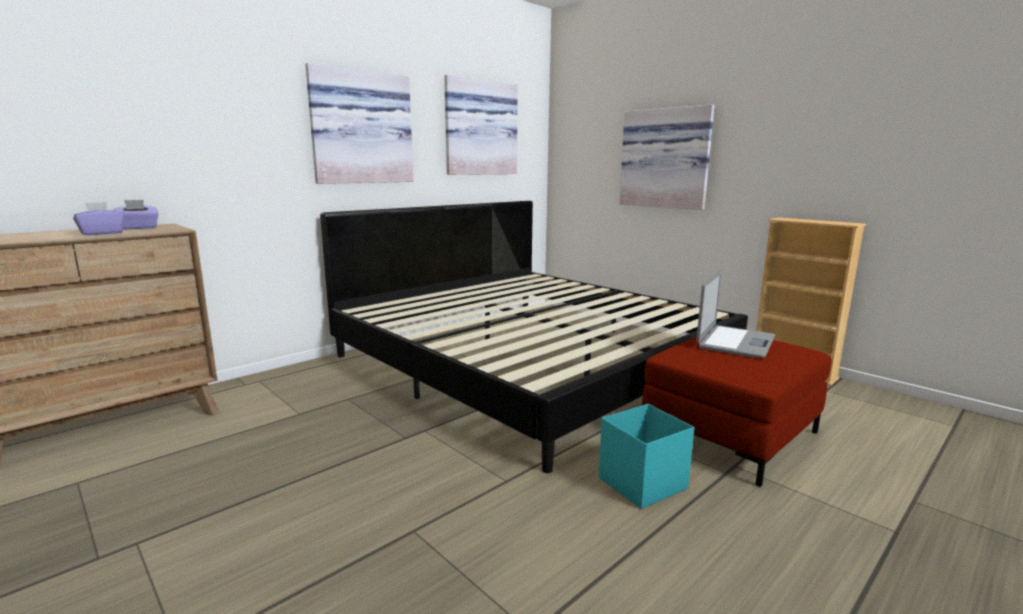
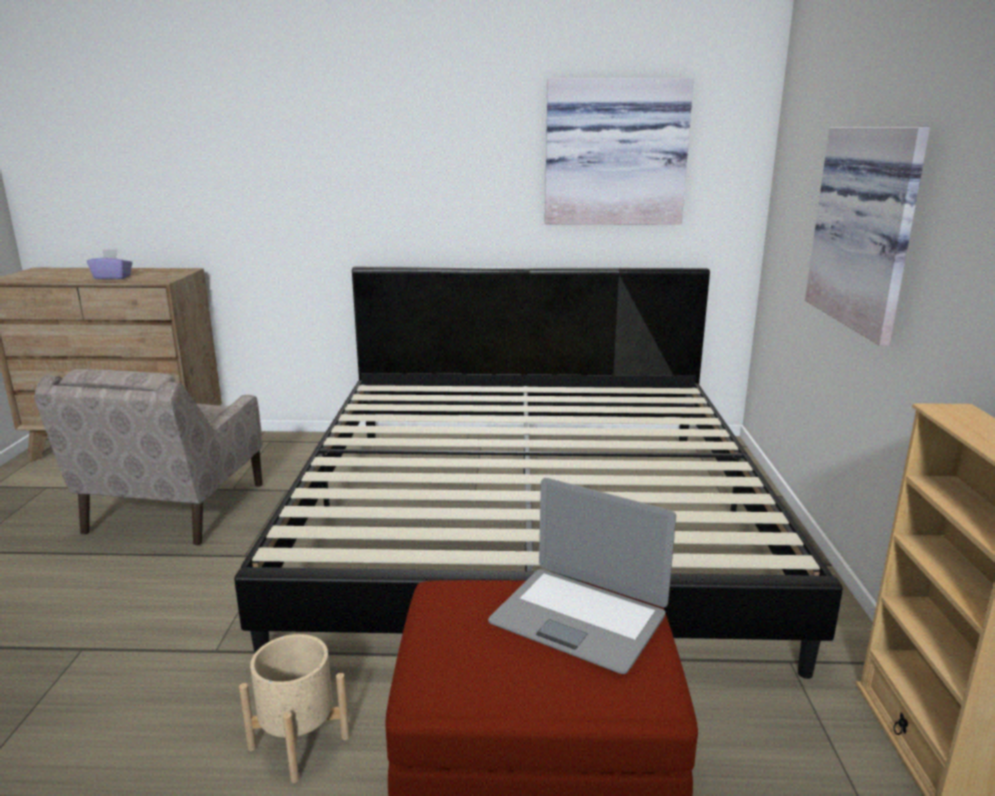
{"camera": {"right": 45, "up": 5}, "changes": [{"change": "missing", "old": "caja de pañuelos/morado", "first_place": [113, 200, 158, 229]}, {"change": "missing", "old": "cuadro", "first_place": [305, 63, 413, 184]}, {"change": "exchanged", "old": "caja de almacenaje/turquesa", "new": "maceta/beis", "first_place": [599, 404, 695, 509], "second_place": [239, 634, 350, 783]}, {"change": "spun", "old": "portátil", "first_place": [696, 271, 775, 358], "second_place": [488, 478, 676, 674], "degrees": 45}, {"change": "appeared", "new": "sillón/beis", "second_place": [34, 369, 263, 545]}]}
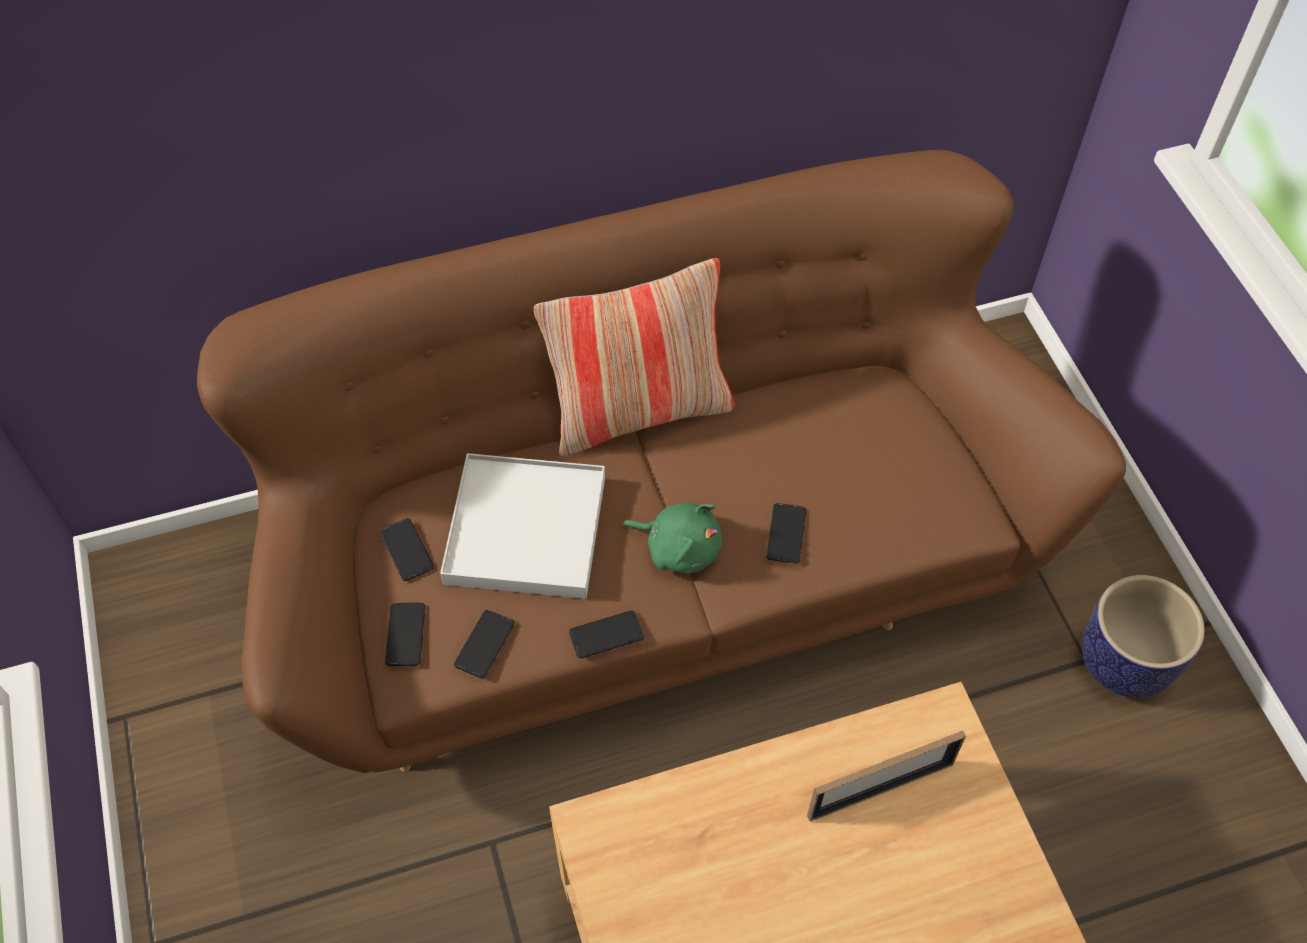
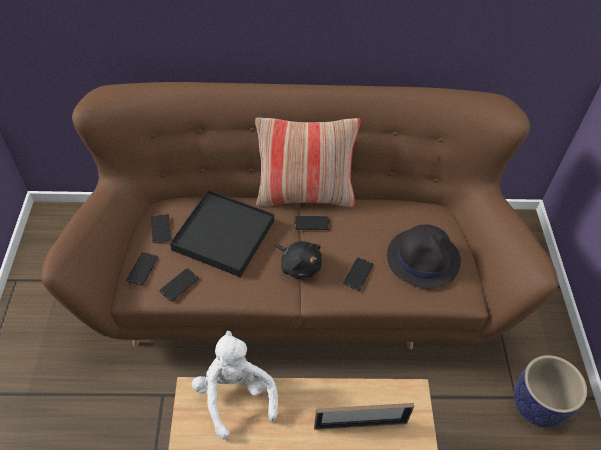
{"camera": {"right": 15, "up": -5}, "changes": [{"change": "colour", "old": "bandeja/blanco", "new": "bandeja/negro", "first_place": [440, 453, 605, 599], "second_place": [170, 190, 274, 277]}, {"change": "relocated", "old": "móvil", "first_place": [569, 611, 644, 658], "second_place": [294, 216, 330, 230]}, {"change": "colour", "old": "peluche/verde", "new": "peluche/negro", "first_place": [623, 502, 722, 573], "second_place": [274, 241, 322, 280]}, {"change": "appeared", "new": "peluche/blanco", "second_place": [192, 331, 278, 440]}, {"change": "appeared", "new": "sombrero/negro", "second_place": [387, 224, 461, 288]}]}
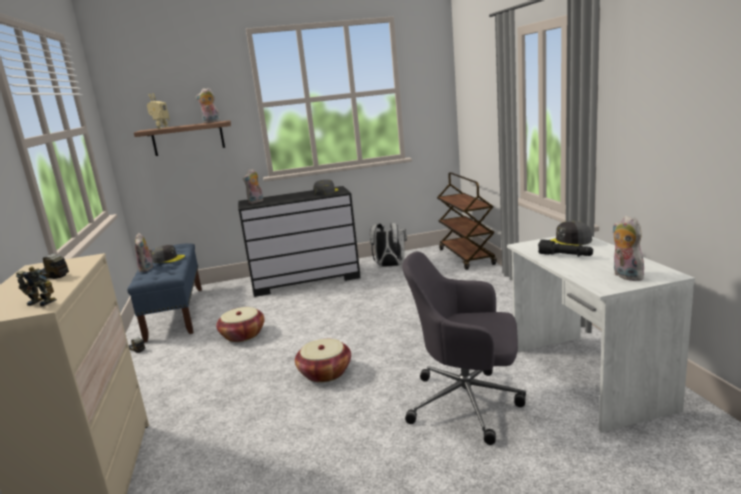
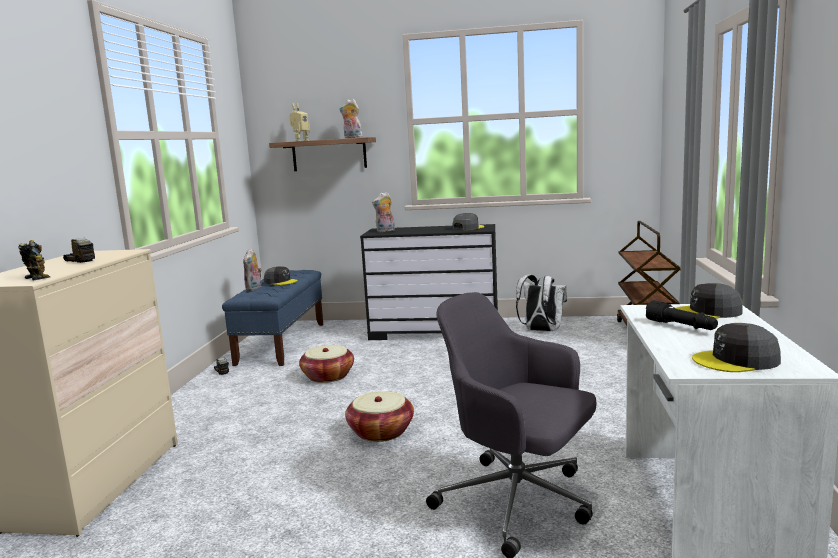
{"camera": {"right": 20, "up": -5}, "changes": [{"change": "exchanged", "old": "peluche", "new": "gorra/gris", "first_place": [613, 216, 644, 281], "second_place": [692, 323, 781, 372]}]}
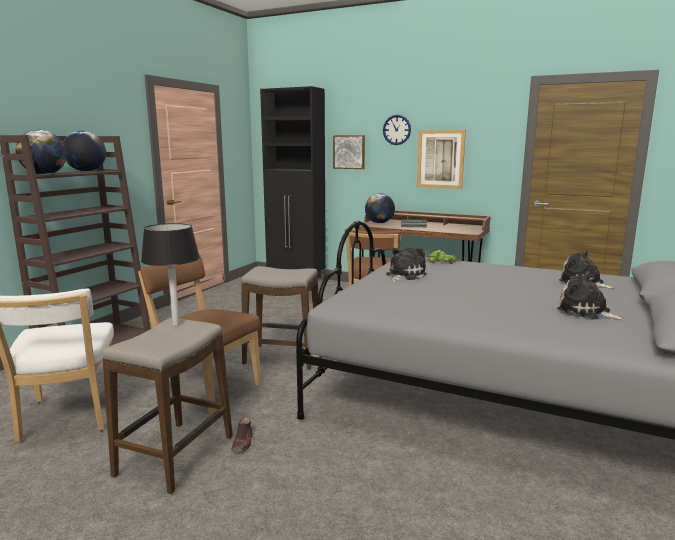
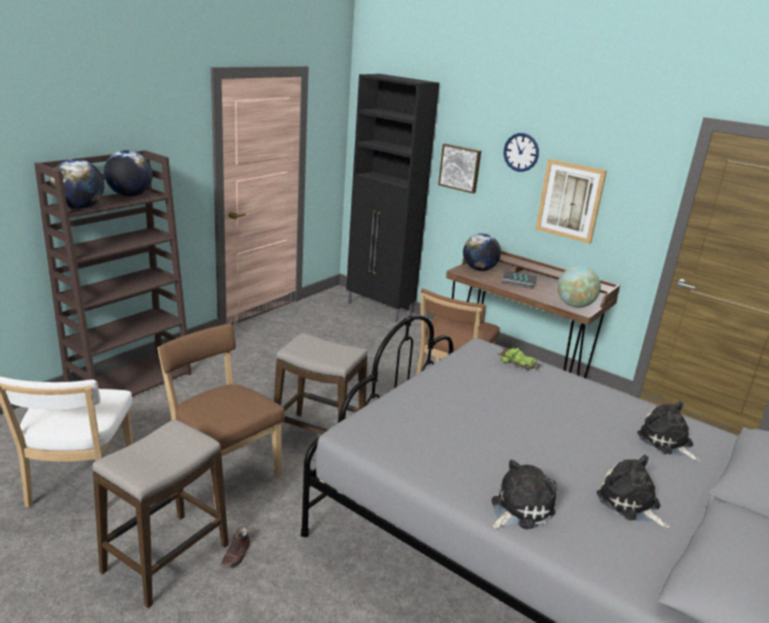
{"camera": {"right": 10, "up": 10}, "changes": [{"change": "missing", "old": "lámpara de mesa/negro", "first_place": [141, 223, 200, 326]}, {"change": "relocated", "old": "peluche", "first_place": [386, 247, 427, 282], "second_place": [491, 460, 556, 529]}, {"change": "appeared", "new": "globo terráqueo", "second_place": [557, 266, 601, 308]}]}
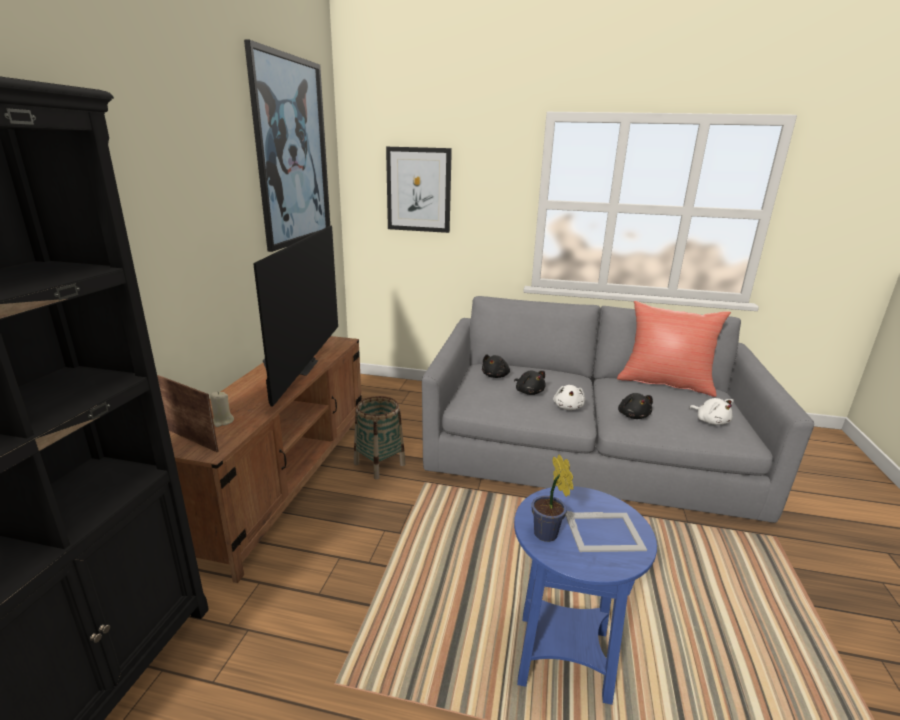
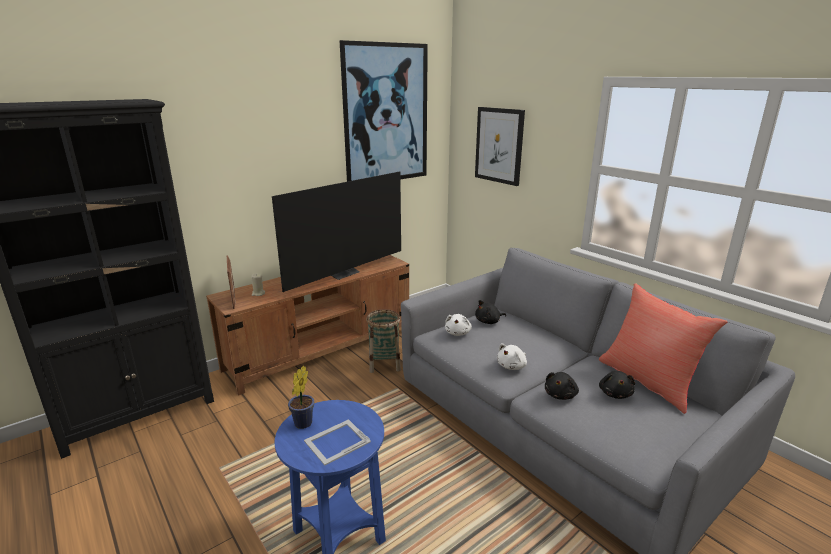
{"camera": {"right": 40, "up": 0}, "changes": [{"change": "relocated", "old": "peluche/negro", "first_place": [514, 371, 546, 395], "second_place": [599, 371, 635, 399]}, {"change": "spun", "old": "portarretratos", "first_place": [565, 511, 647, 552], "second_place": [304, 419, 371, 466], "degrees": 105}, {"change": "relocated", "old": "peluche/blanco", "first_place": [689, 398, 733, 425], "second_place": [445, 314, 472, 336]}]}
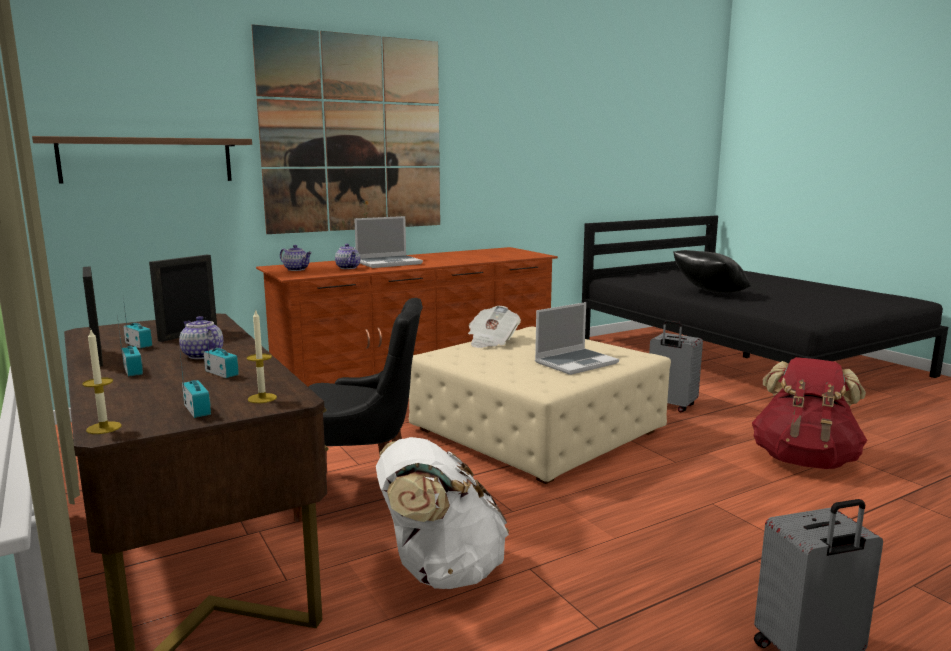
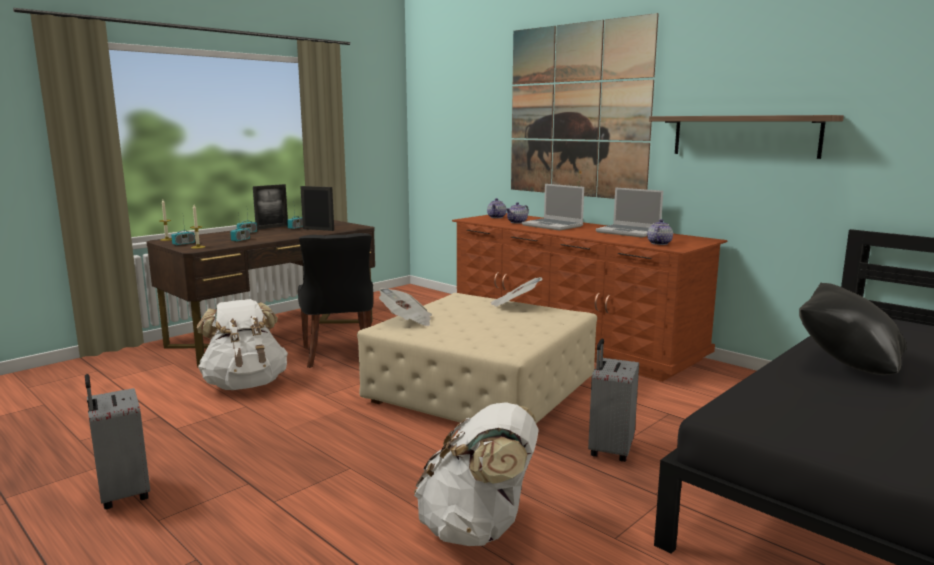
{"camera": {"right": 75, "up": 0}, "changes": [{"change": "relocated", "old": "estante", "first_place": [32, 136, 252, 184], "second_place": [649, 115, 844, 159]}, {"change": "relocated", "old": "tetera", "first_place": [179, 316, 223, 359], "second_place": [647, 219, 673, 245]}, {"change": "relocated", "old": "portátil", "first_place": [535, 302, 619, 375], "second_place": [596, 187, 663, 238]}, {"change": "colour", "old": "mochila/rojo", "new": "mochila/blanco", "first_place": [752, 357, 867, 469], "second_place": [414, 403, 539, 546]}, {"change": "appeared", "new": "periódico", "second_place": [379, 288, 432, 326]}]}
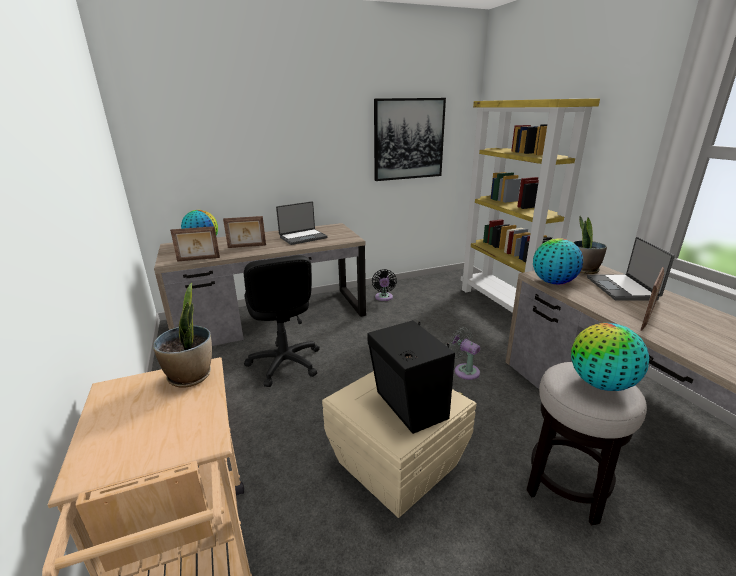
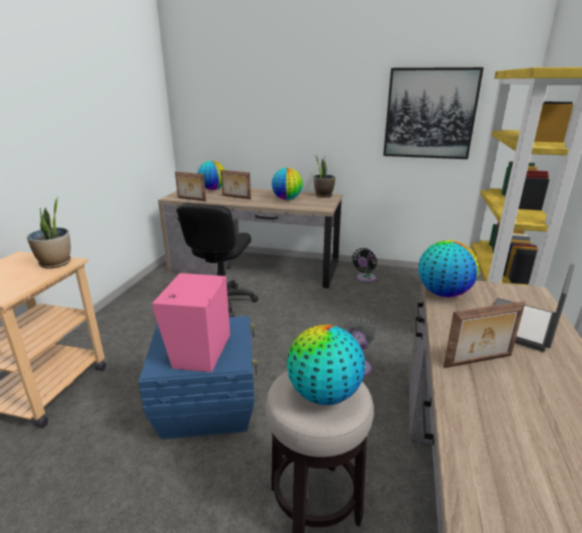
{"camera": {"right": 35, "up": 0}, "changes": [{"change": "exchanged", "old": "portátil", "new": "globo terráqueo", "first_place": [276, 201, 327, 245], "second_place": [272, 168, 303, 200]}, {"change": "colour", "old": "caja de almacenaje/beis", "new": "caja de almacenaje/azul", "first_place": [322, 371, 477, 518], "second_place": [138, 316, 258, 439]}, {"change": "colour", "old": "altavoz/negro", "new": "altavoz/rosa", "first_place": [367, 320, 455, 434], "second_place": [152, 273, 230, 372]}, {"change": "relocated", "old": "planta en maceta", "first_place": [573, 216, 607, 274], "second_place": [313, 155, 335, 197]}]}
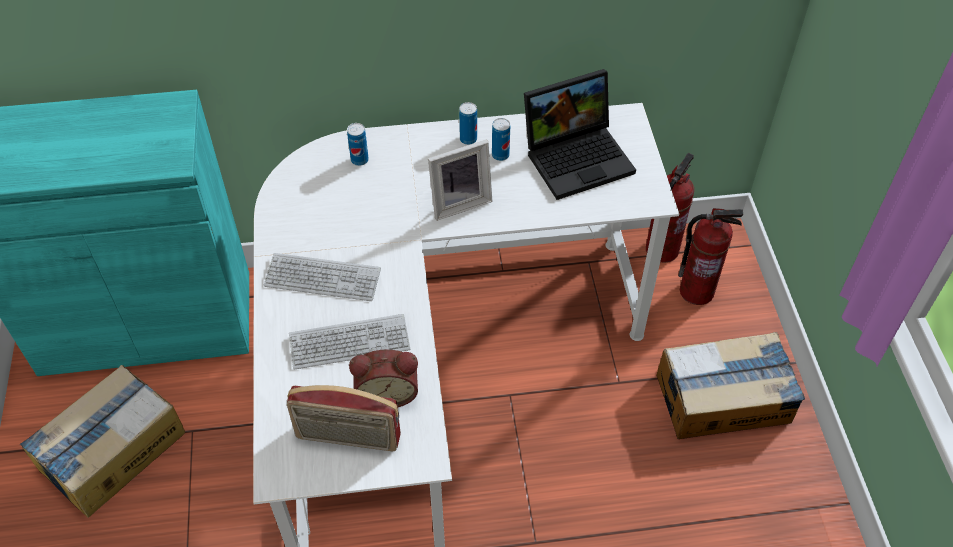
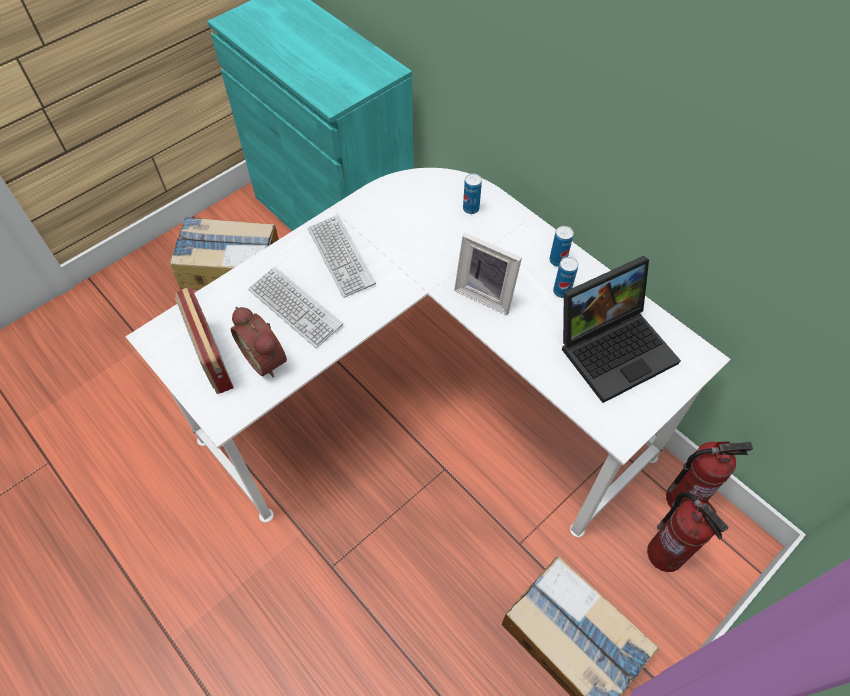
{"camera": {"right": 55, "up": 5}, "changes": [{"change": "spun", "old": "portátil", "first_place": [524, 69, 636, 200], "second_place": [562, 256, 681, 403], "degrees": -60}]}
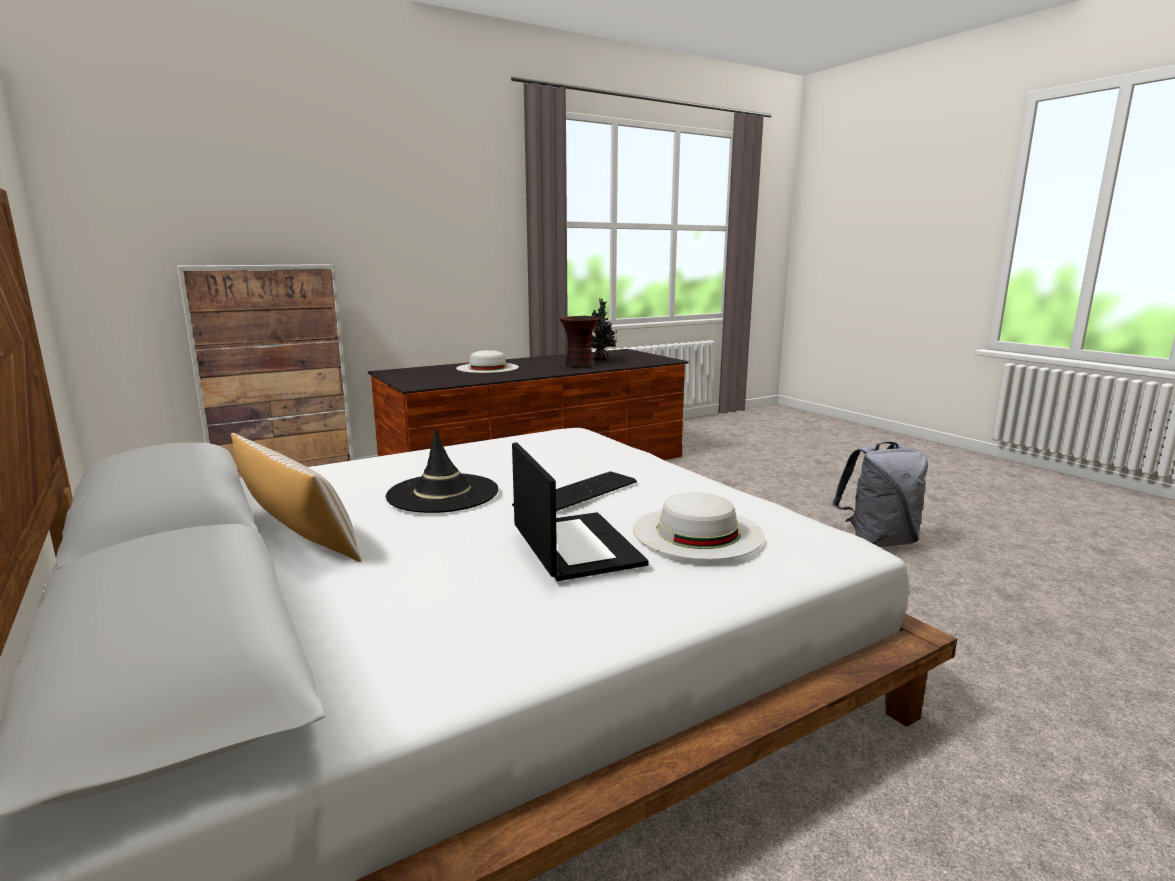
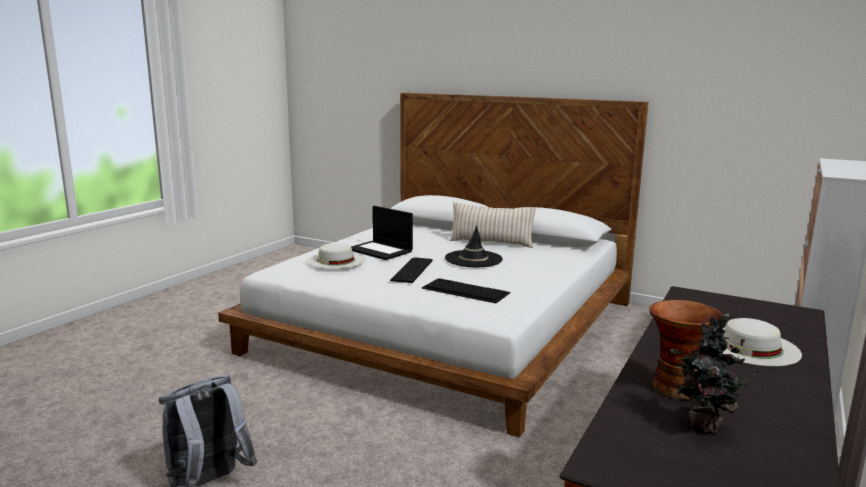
{"camera": {"right": 150, "up": 0}, "changes": [{"change": "appeared", "new": "teclado", "second_place": [422, 278, 510, 303]}]}
